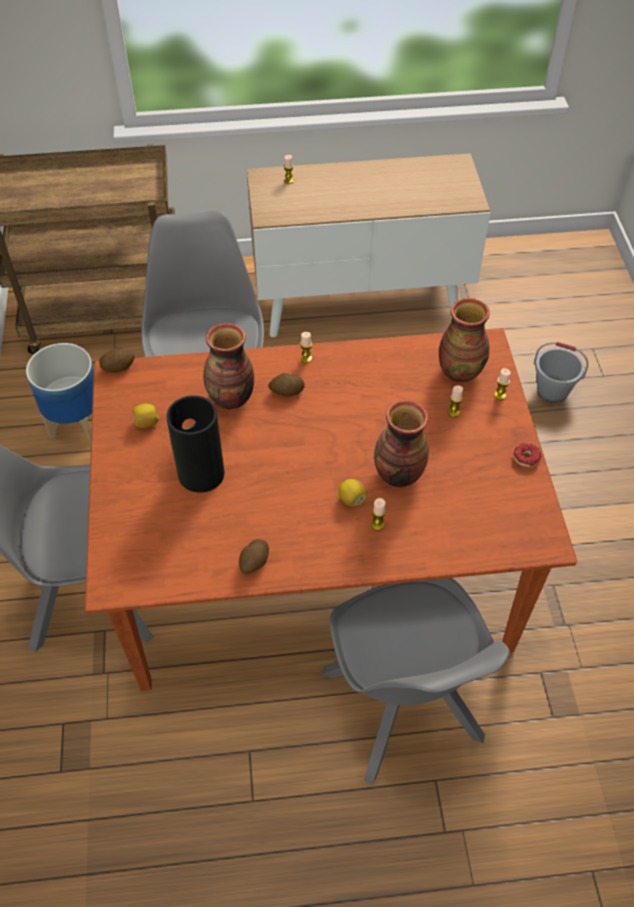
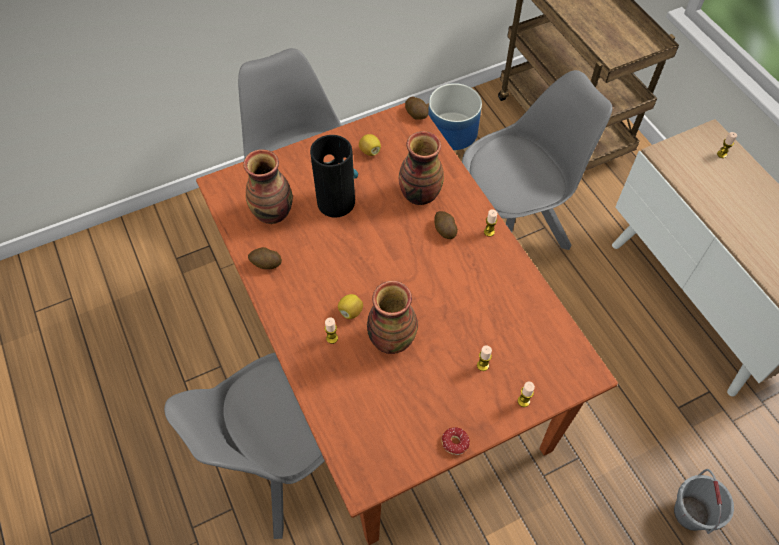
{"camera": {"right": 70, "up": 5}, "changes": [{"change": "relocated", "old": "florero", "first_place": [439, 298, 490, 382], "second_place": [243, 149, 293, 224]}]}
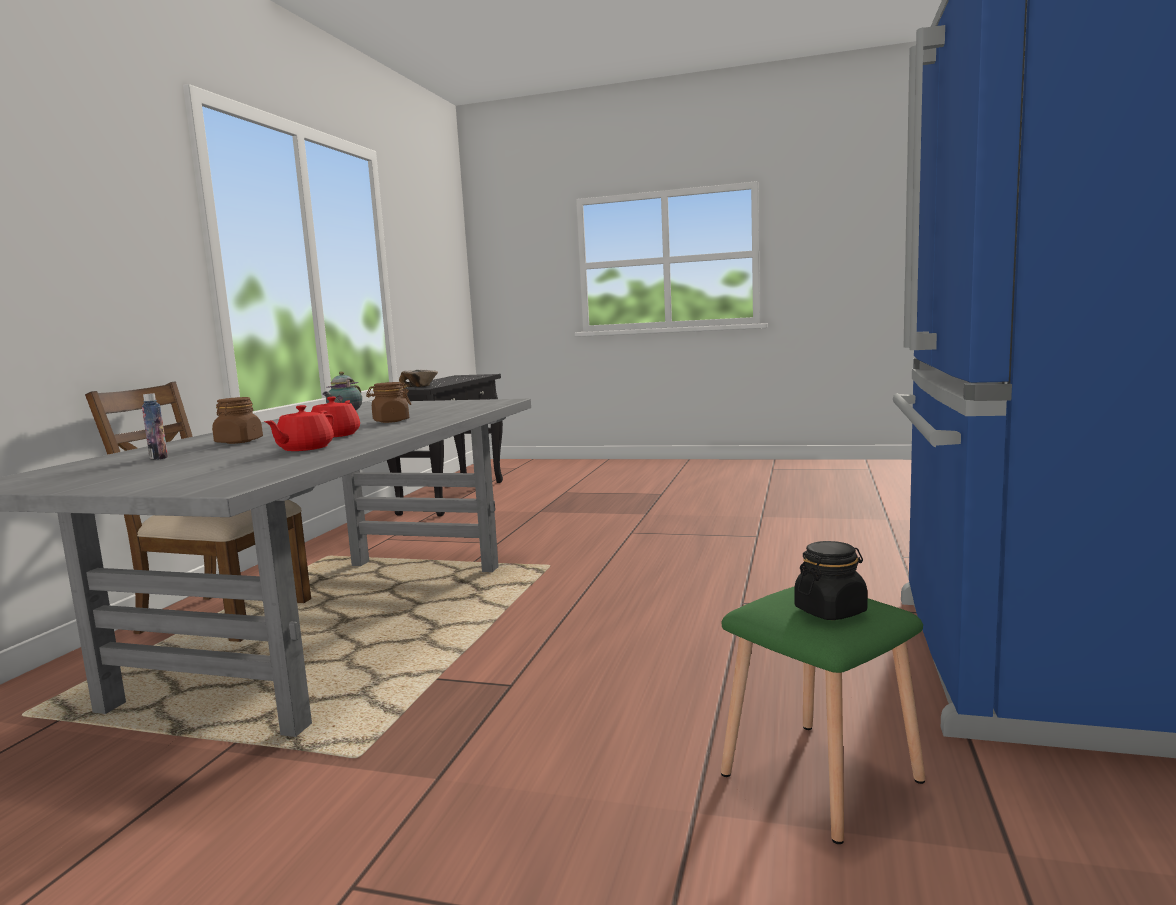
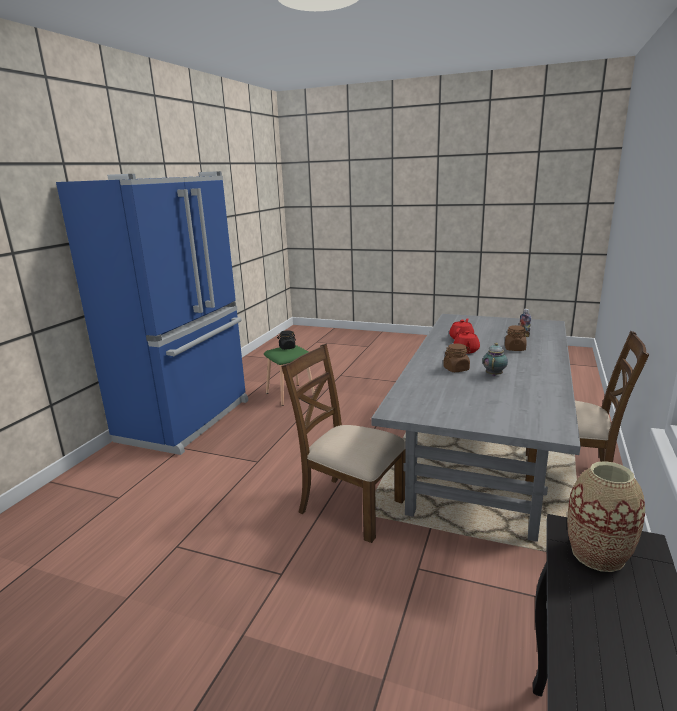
{"camera": {"right": -175, "up": 10}, "changes": [{"change": "exchanged", "old": "cuenco", "new": "florero", "first_place": [399, 370, 438, 387], "second_place": [567, 461, 645, 572]}, {"change": "appeared", "new": "silla/marrón", "second_place": [281, 344, 406, 543]}]}
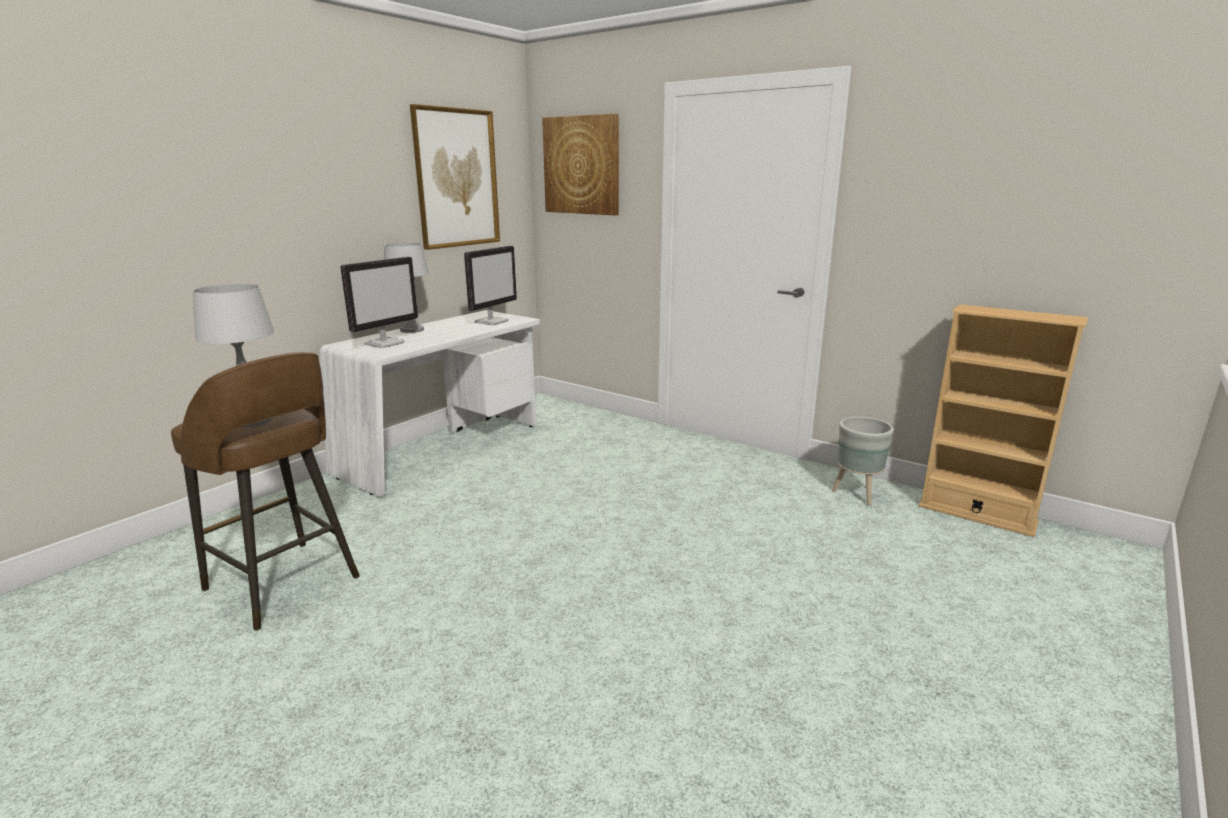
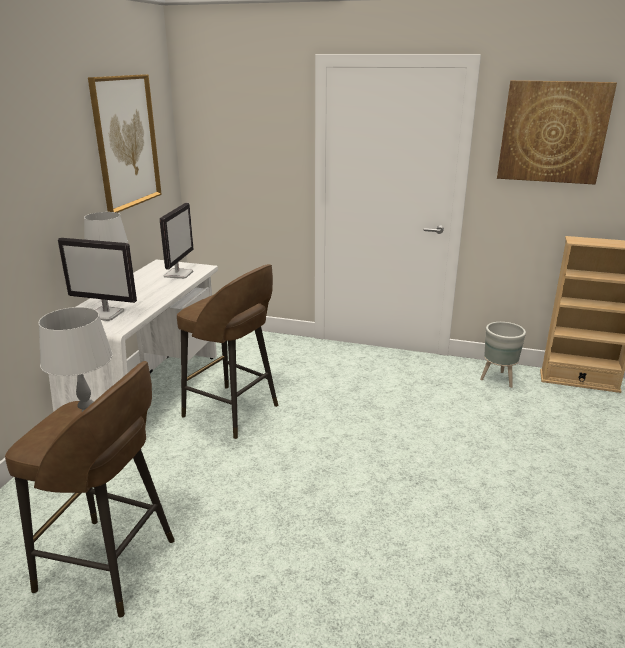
{"camera": {"right": -20, "up": 5}, "changes": [{"change": "spun", "old": "monitor", "first_place": [340, 257, 418, 348], "second_place": [58, 238, 137, 321], "degrees": 90}, {"change": "relocated", "old": "cuadro", "first_place": [542, 114, 619, 215], "second_place": [497, 80, 617, 184]}, {"change": "appeared", "new": "taburete/marrón", "second_place": [177, 264, 278, 439]}]}
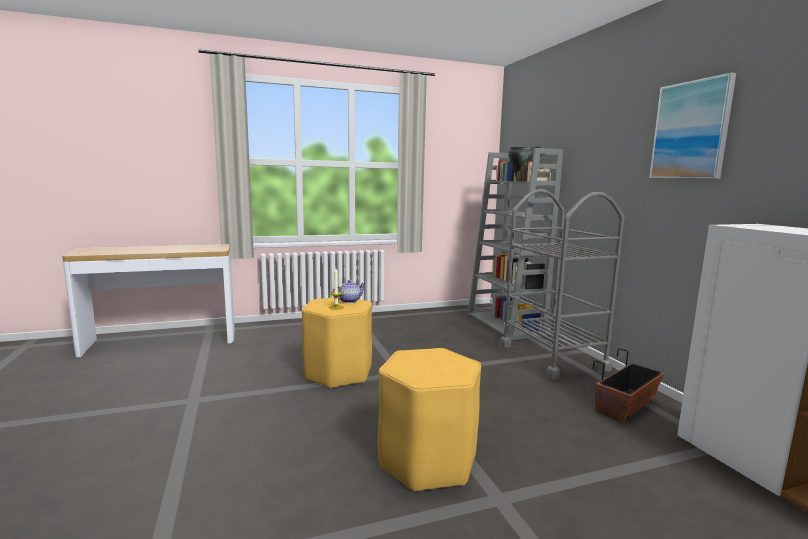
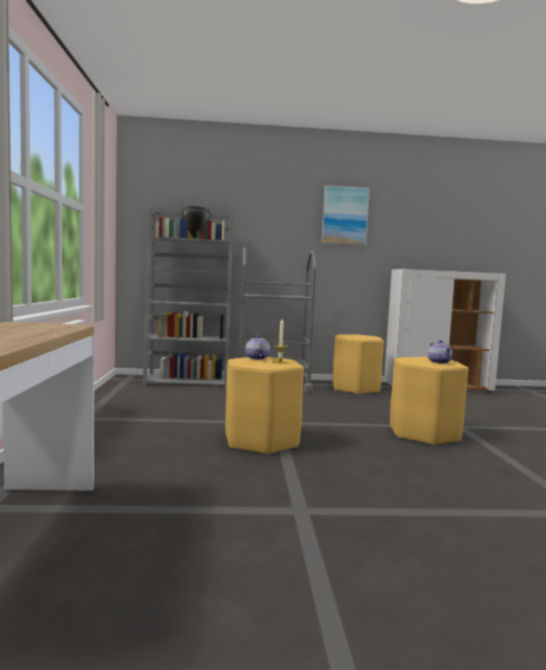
{"camera": {"right": -75, "up": -5}, "changes": [{"change": "exchanged", "old": "maceta", "new": "taburete/amarillo", "first_place": [593, 348, 664, 422], "second_place": [333, 334, 384, 395]}, {"change": "appeared", "new": "tetera", "second_place": [428, 340, 452, 364]}]}
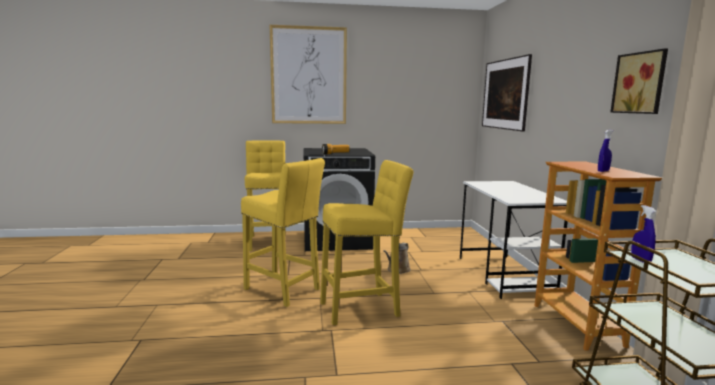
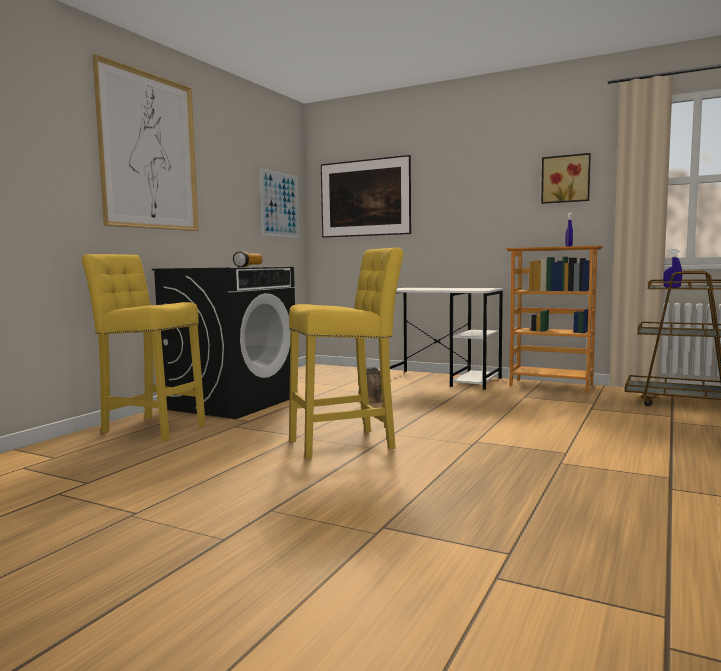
{"camera": {"right": -55, "up": -5}, "changes": [{"change": "missing", "old": "taburete/amarillo", "first_place": [320, 160, 414, 325]}, {"change": "appeared", "new": "cuadro", "second_place": [259, 168, 299, 238]}]}
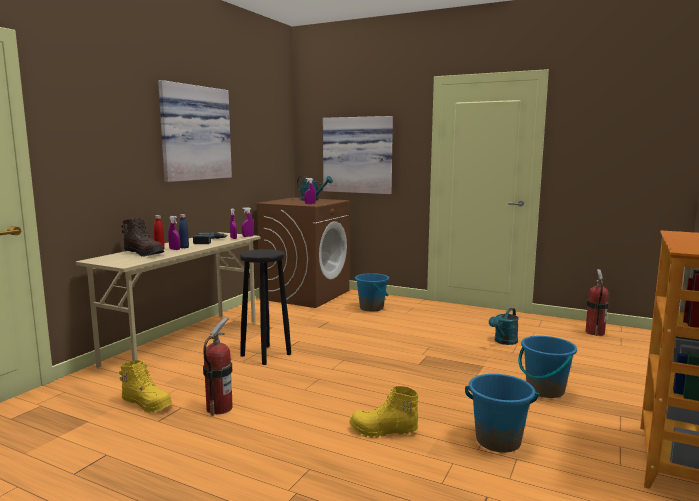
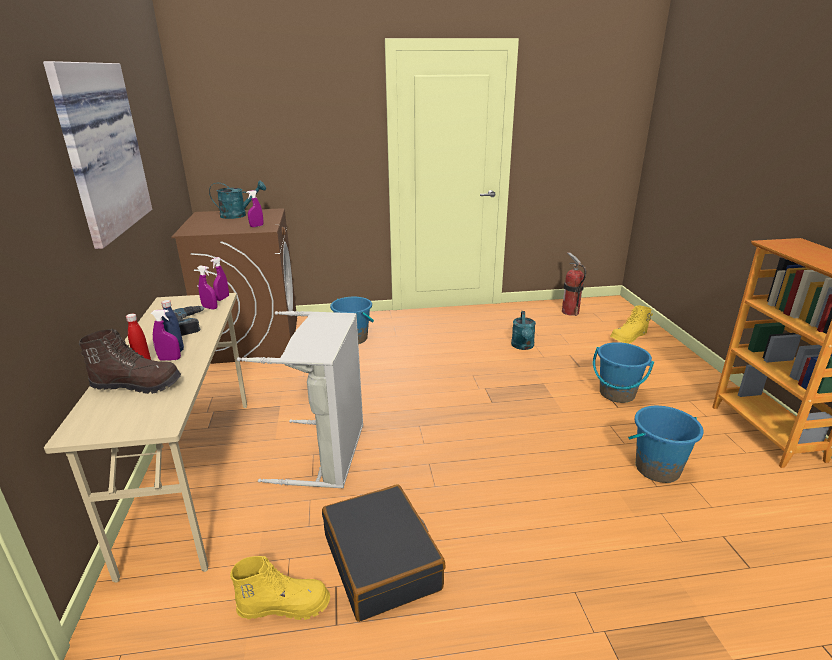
{"camera": {"right": -35, "up": 15}, "changes": [{"change": "exchanged", "old": "extintor", "new": "maleta/negro", "first_place": [203, 317, 233, 416], "second_place": [322, 484, 446, 622]}, {"change": "exchanged", "old": "taburete/negro", "new": "cesto de la ropa/gris", "first_place": [240, 249, 291, 365], "second_place": [237, 311, 363, 489]}, {"change": "missing", "old": "cuadro", "first_place": [323, 116, 393, 194]}, {"change": "relocated", "old": "bota/amarillo", "first_place": [349, 386, 419, 438], "second_place": [610, 305, 653, 344]}]}
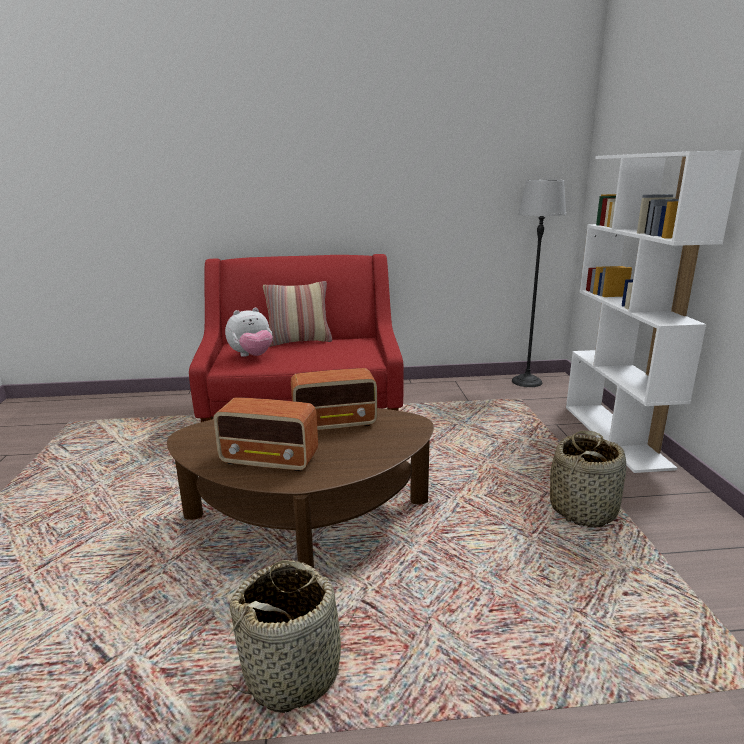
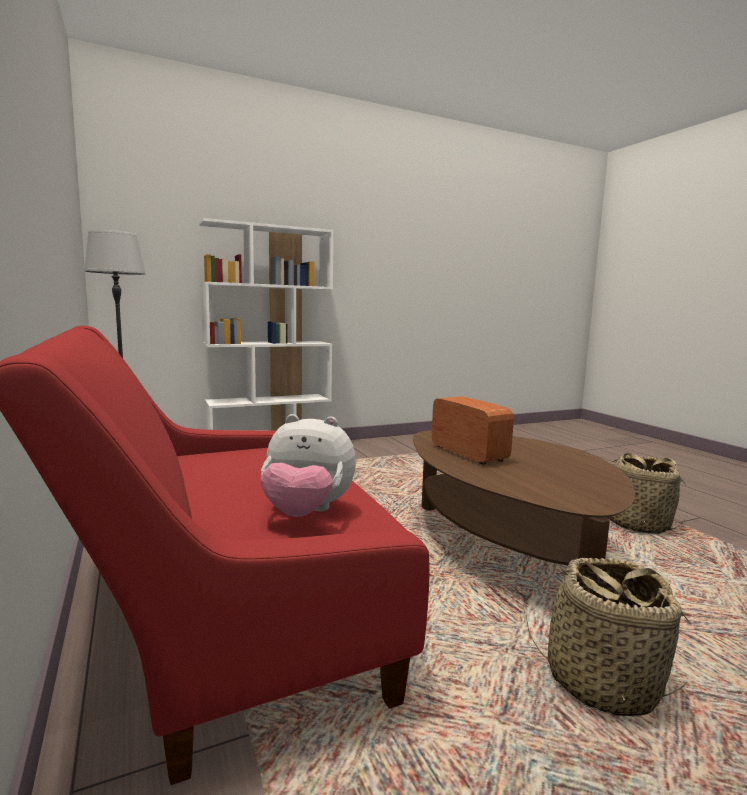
{"camera": {"right": -110, "up": -10}, "changes": [{"change": "missing", "old": "radio", "first_place": [213, 397, 318, 472]}, {"change": "spun", "old": "peluche", "first_place": [225, 308, 273, 357], "second_place": [261, 414, 356, 517], "degrees": 150}, {"change": "missing", "old": "cojín", "first_place": [263, 281, 332, 347]}, {"change": "relocated", "old": "cesta", "first_place": [550, 431, 626, 527], "second_place": [526, 558, 690, 717]}]}
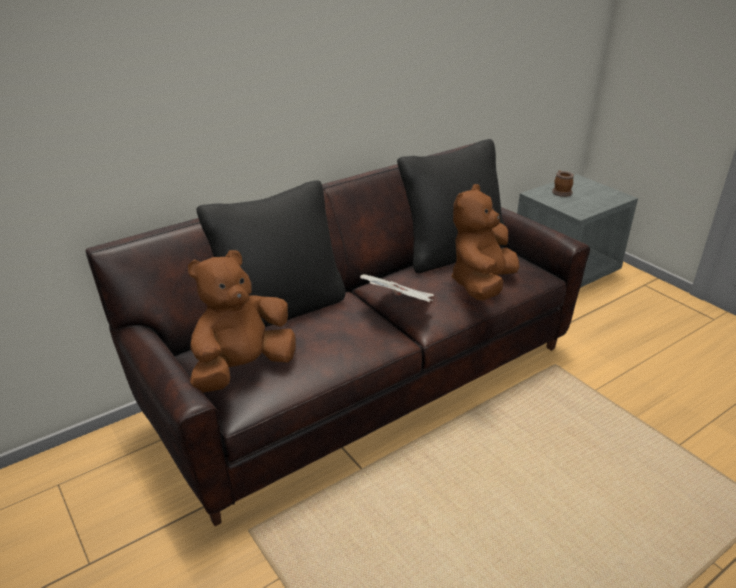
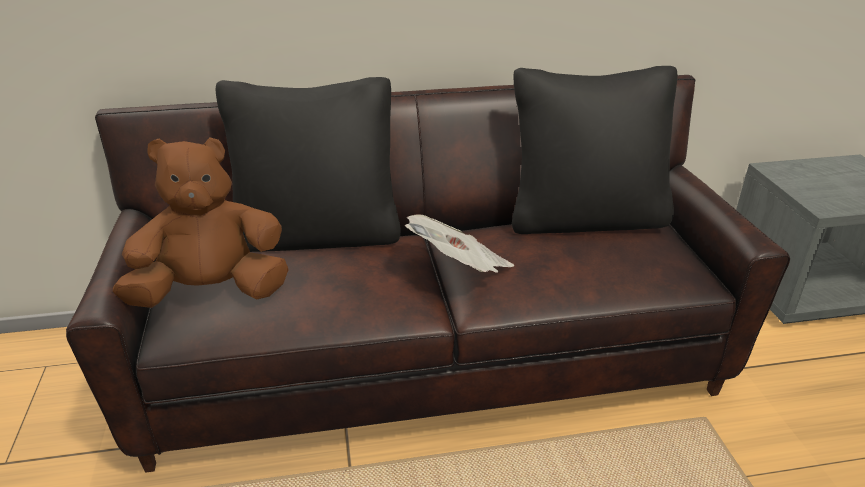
{"camera": {"right": 25, "up": 0}, "changes": [{"change": "missing", "old": "peluche/marrón", "first_place": [451, 184, 519, 301]}, {"change": "missing", "old": "taza grande", "first_place": [552, 171, 574, 197]}]}
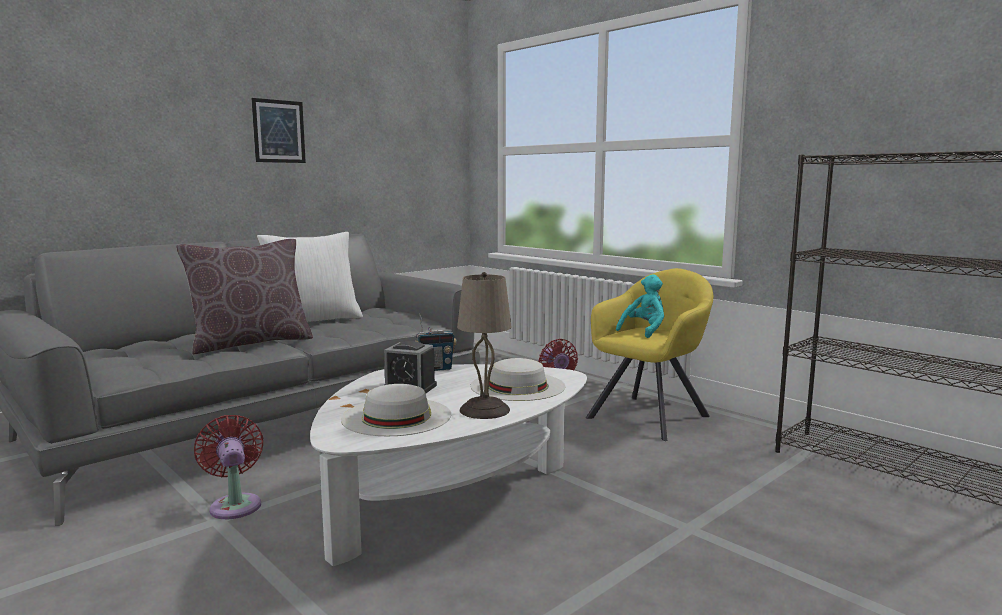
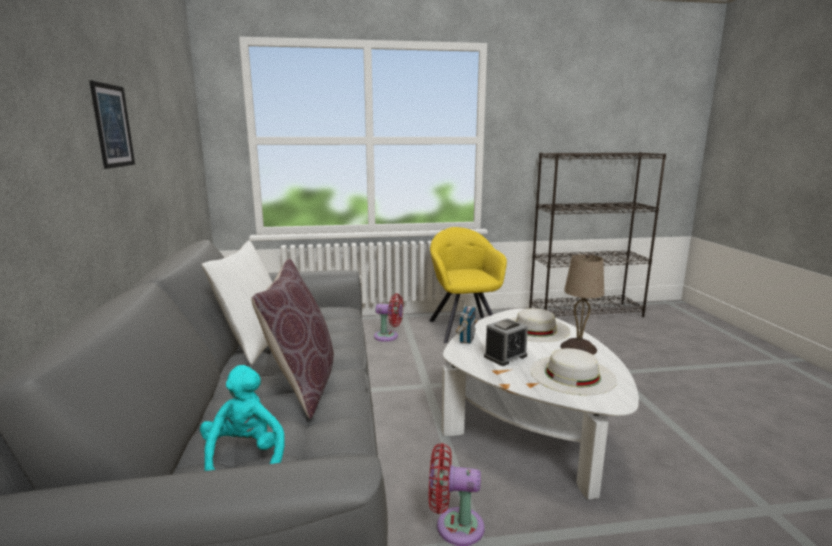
{"camera": {"right": -55, "up": 5}, "changes": [{"change": "relocated", "old": "peluche/turquesa", "first_place": [616, 274, 664, 338], "second_place": [200, 365, 285, 471]}]}
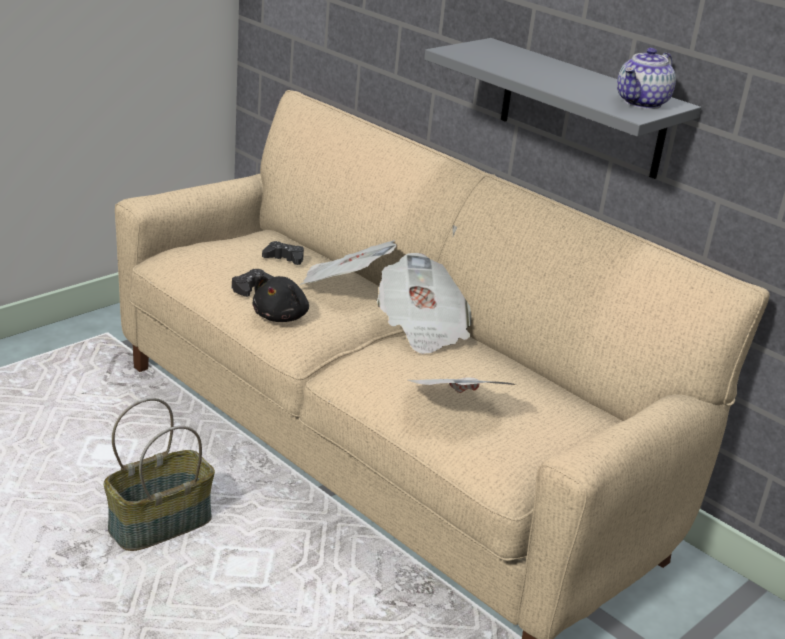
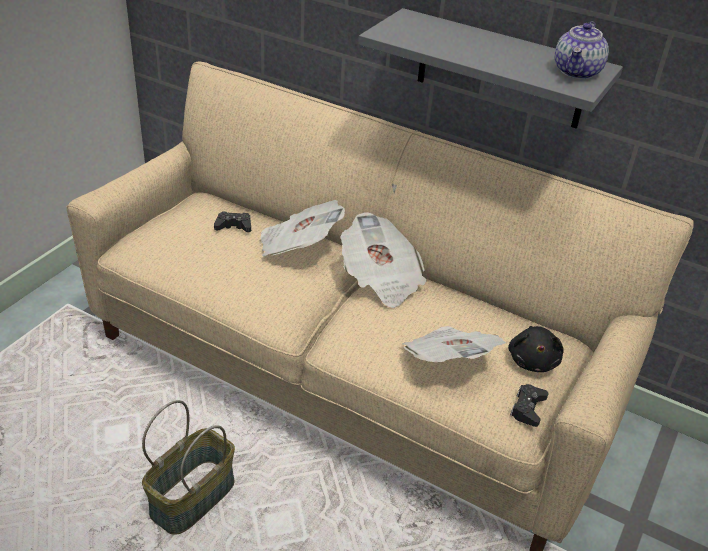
{"camera": {"right": -15, "up": 10}, "changes": [{"change": "relocated", "old": "mando de consola/negro", "first_place": [231, 269, 273, 297], "second_place": [510, 384, 549, 427]}, {"change": "relocated", "old": "peluche/negro", "first_place": [252, 276, 309, 322], "second_place": [508, 326, 564, 372]}]}
